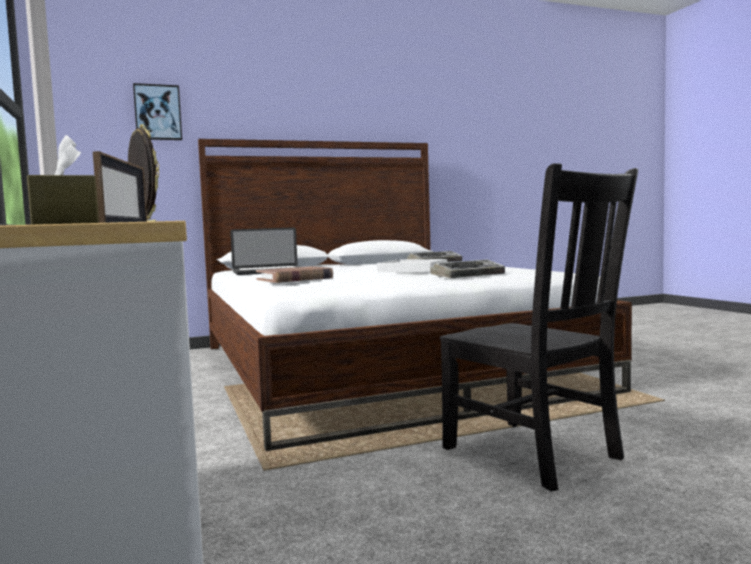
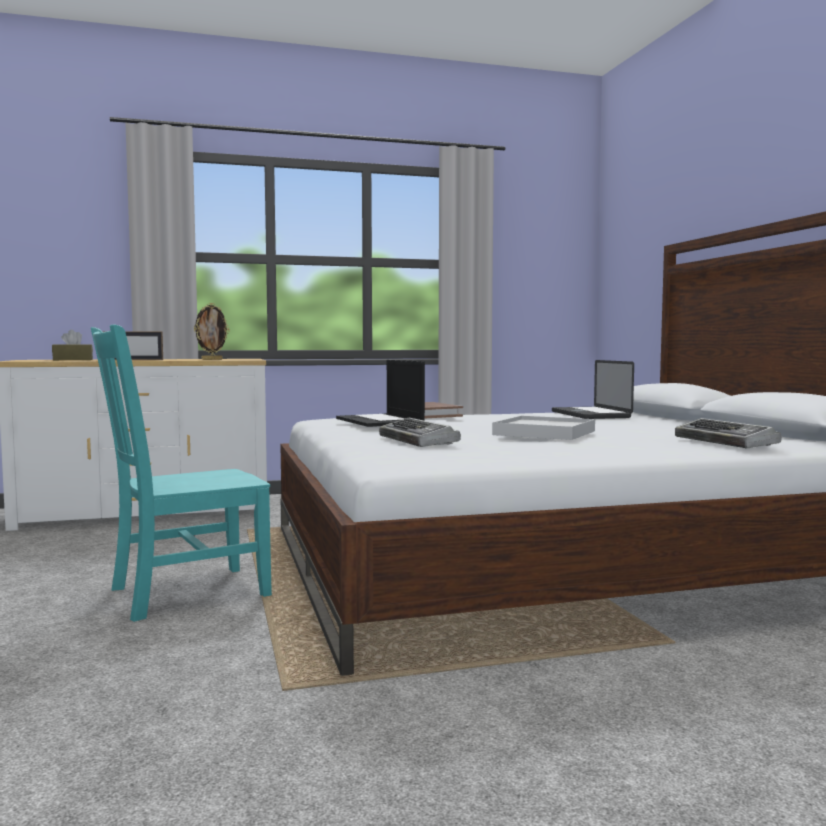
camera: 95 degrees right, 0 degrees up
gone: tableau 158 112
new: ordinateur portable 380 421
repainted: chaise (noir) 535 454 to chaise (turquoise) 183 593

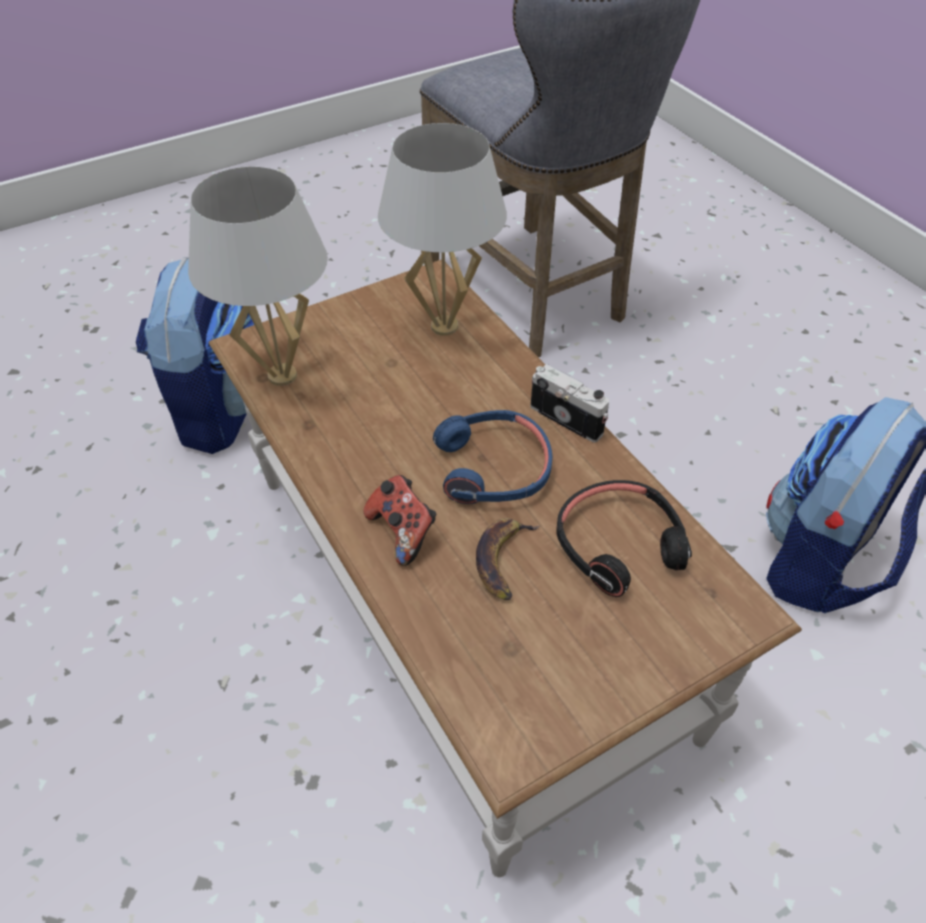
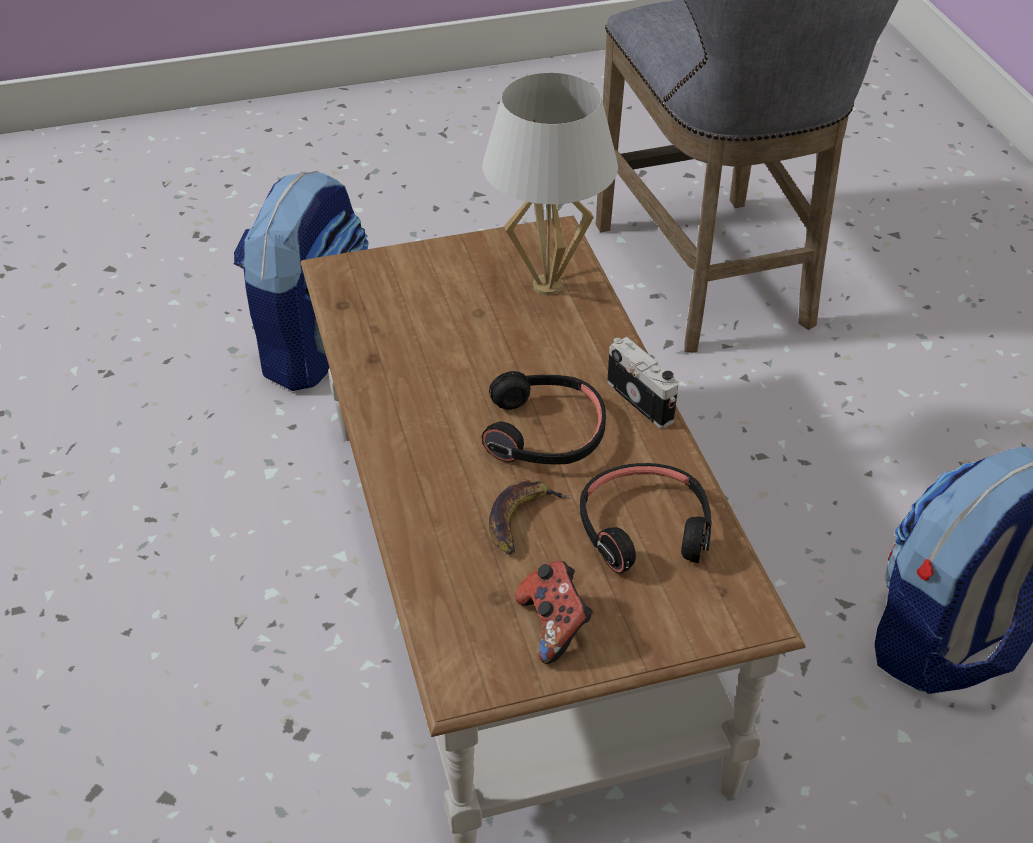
camera: 15 degrees right, 5 degrees down
gone: lampe de table (blanc) 282 376
shifted: manette 402 531 to 554 626
repainted: casque audio (bleu) 493 468 to casque audio (noir) 544 433

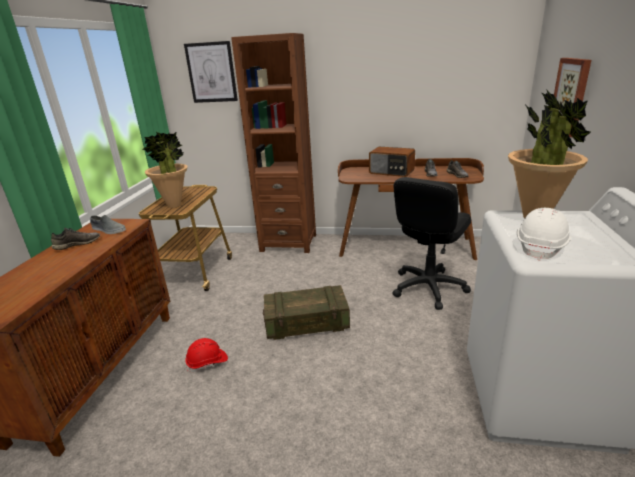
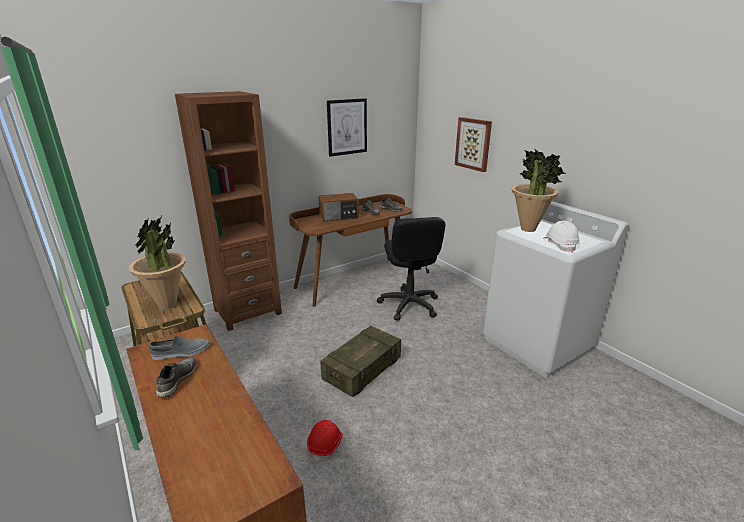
camera: 45 degrees left, 0 degrees up
shifted: tableau 211 72 to 347 127

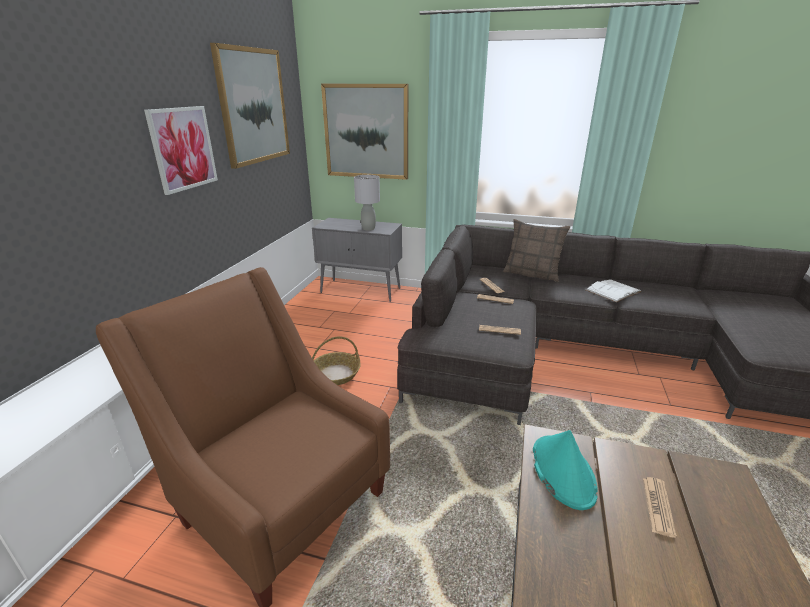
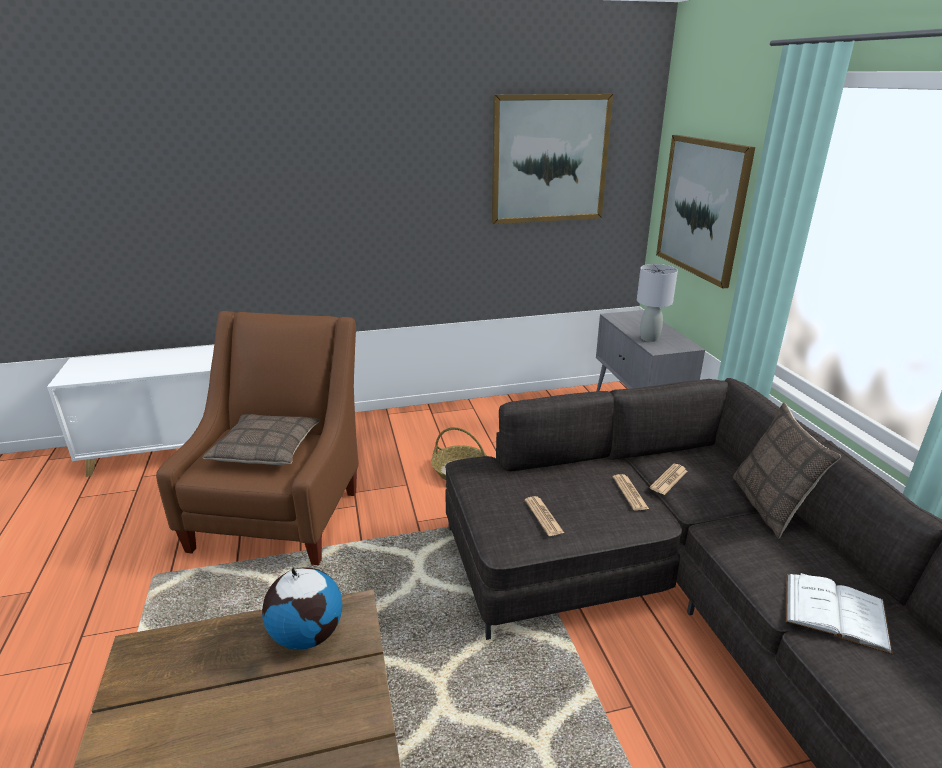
camera: 60 degrees right, 0 degrees up
gone: tableau 183 148; journal 658 506
new: coussin 267 448
swapped: chapeau (turquoise) 562 471 to globe 307 634

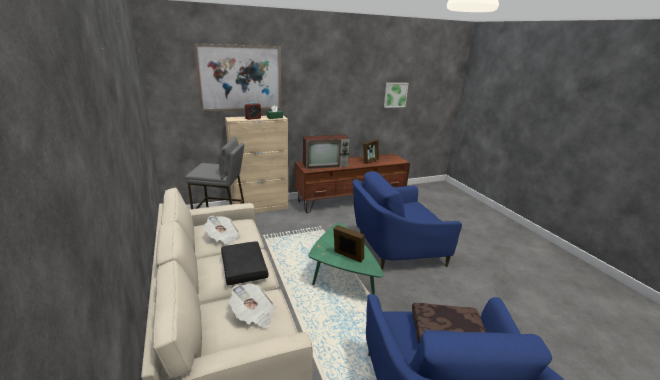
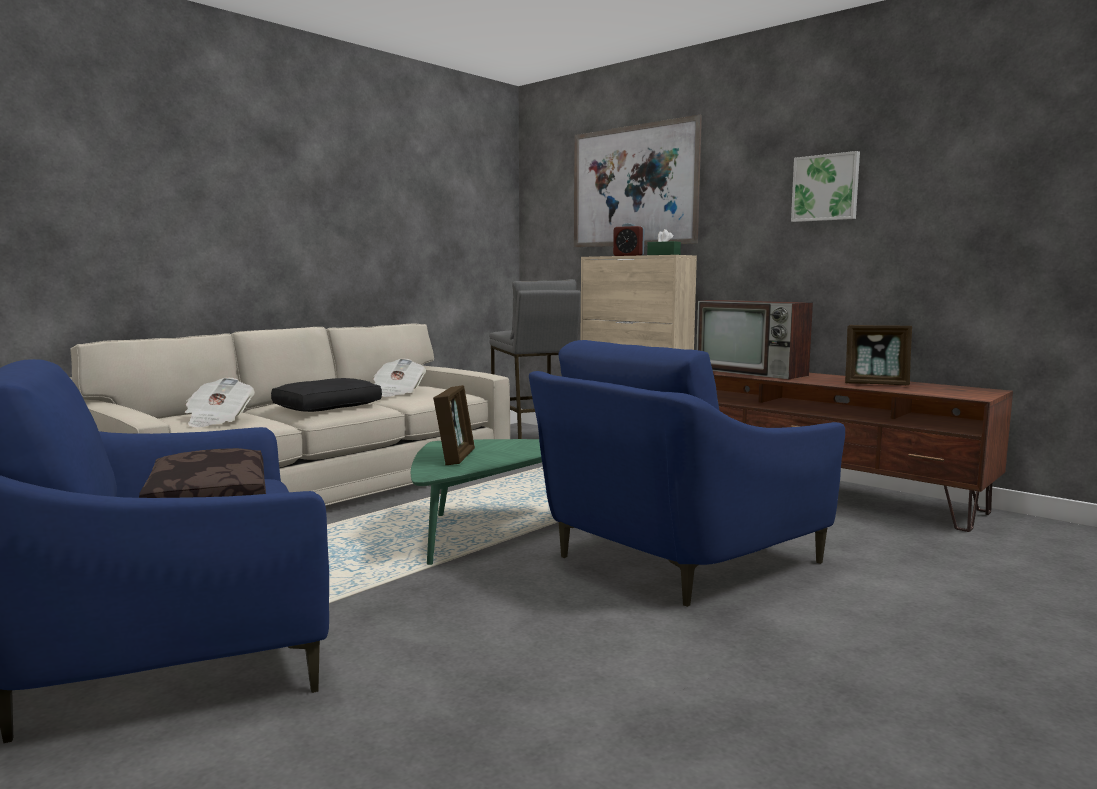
camera: 65 degrees right, 15 degrees down
shifted: tableau 395 95 to 826 188
rotated: fauteuil (bleu) 396 249 = 673 558 90 degrees counterclockwise

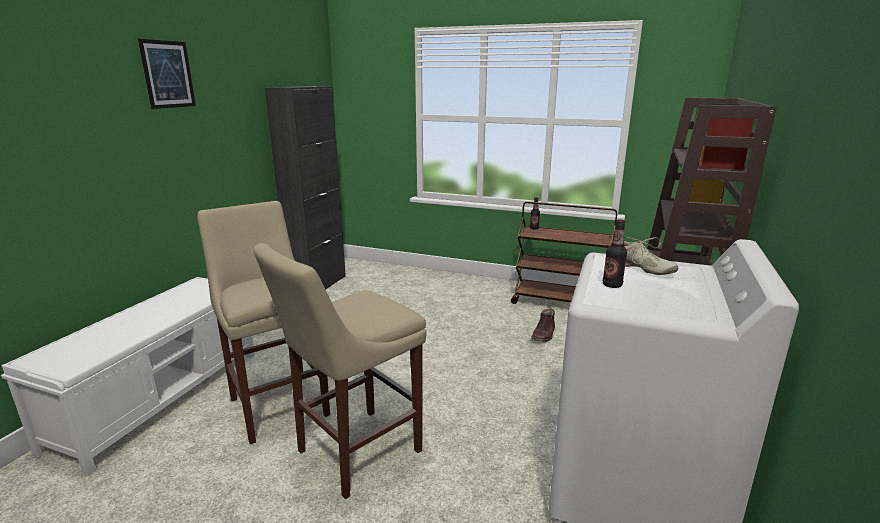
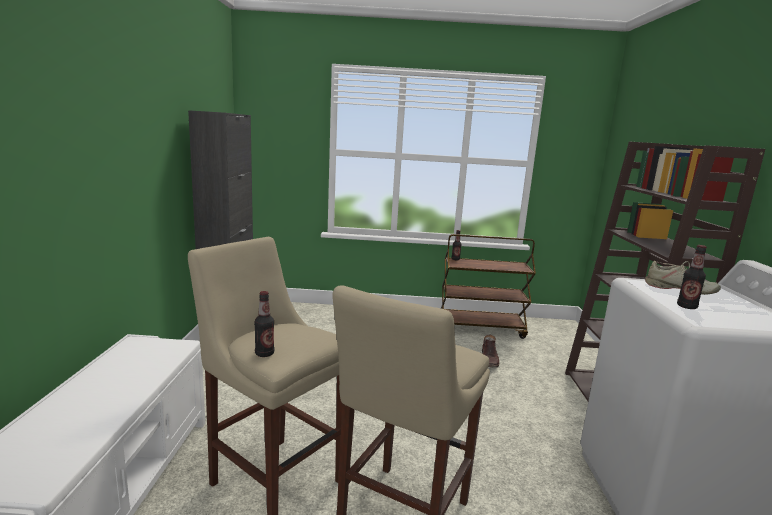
camera: 20 degrees left, 5 degrees down
gone: tableau 168 74
new: bouteille 264 353

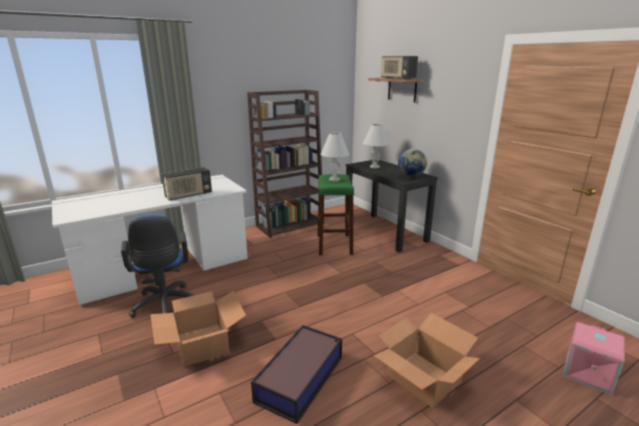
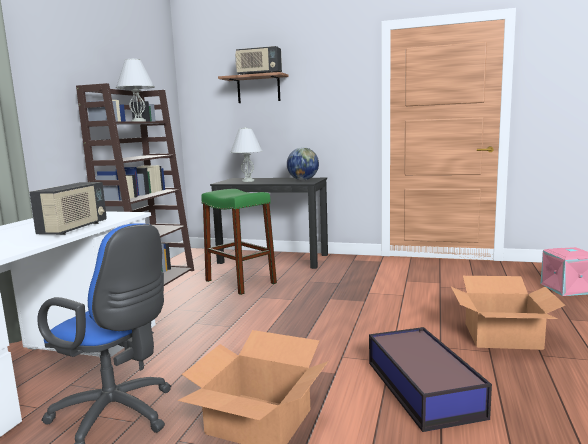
camera: 40 degrees left, 10 degrees down
shifted: lampe de table (blanc) 334 179 to 139 121

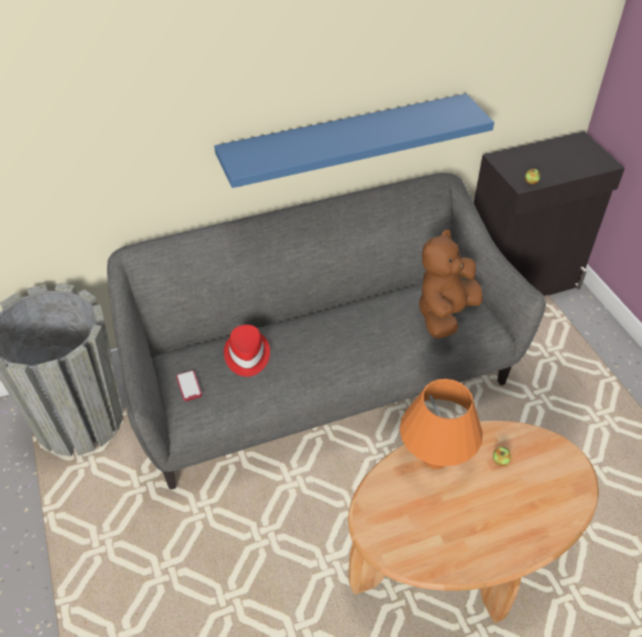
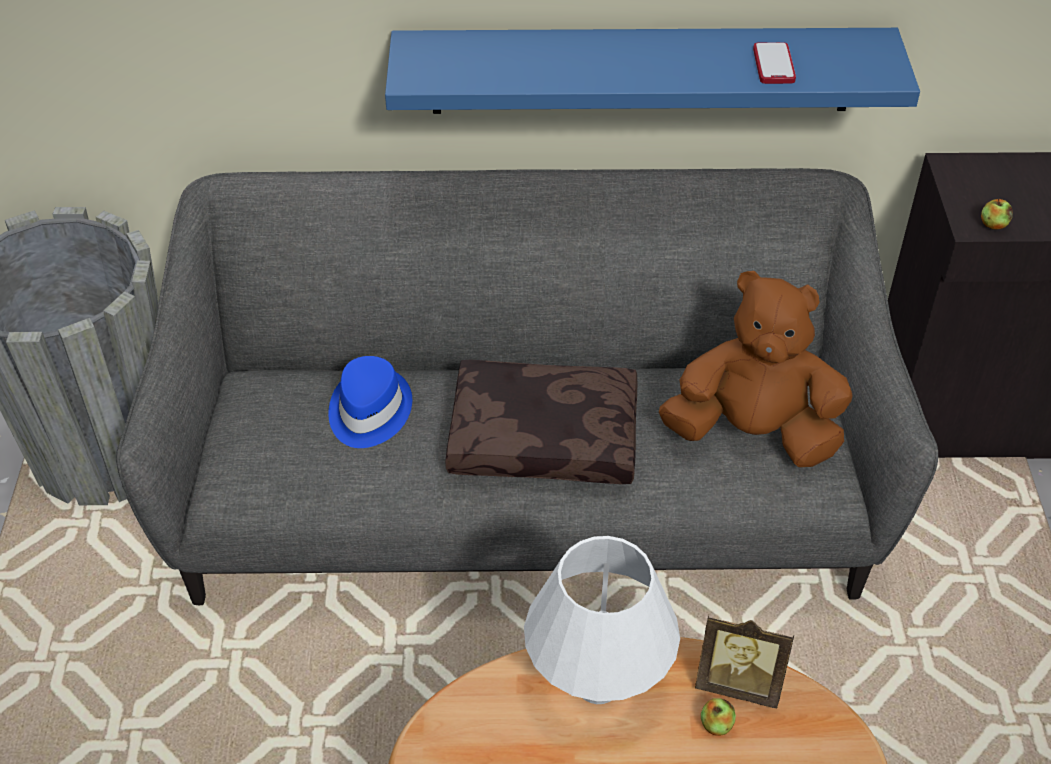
camera: 20 degrees right, 0 degrees up
new: coussin (marron) 545 435; cadre photo 738 684
shifted: téléphone 189 386 to 773 65
repainted: chapeau (rouge) 246 355 to chapeau (bleu) 368 411; lampe de table (orange) 435 459 to lampe de table (blanc) 597 685
rotated: peluche (marron) 445 314 = 753 433 45 degrees clockwise

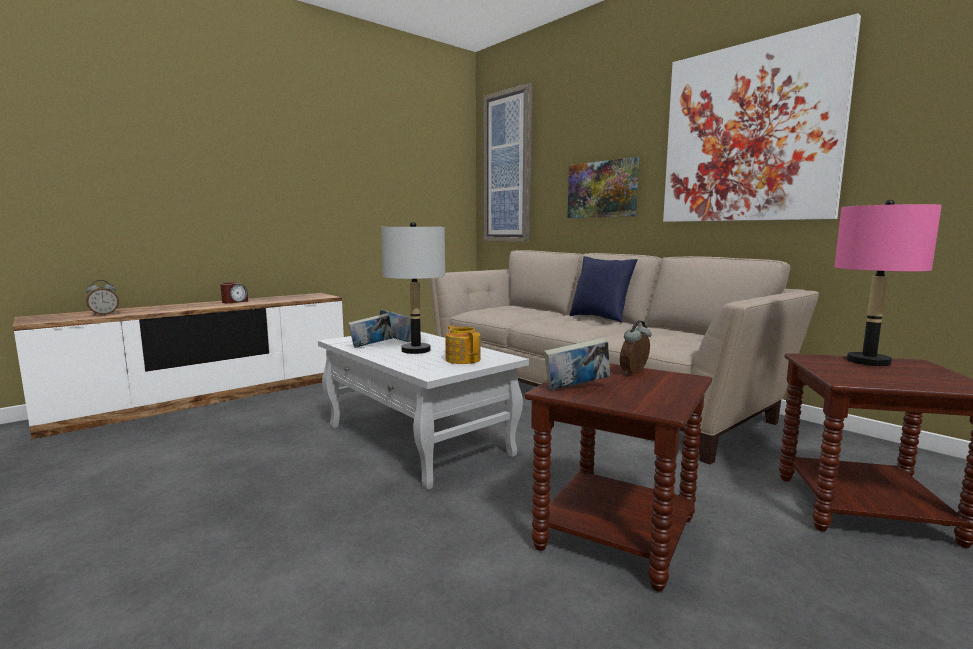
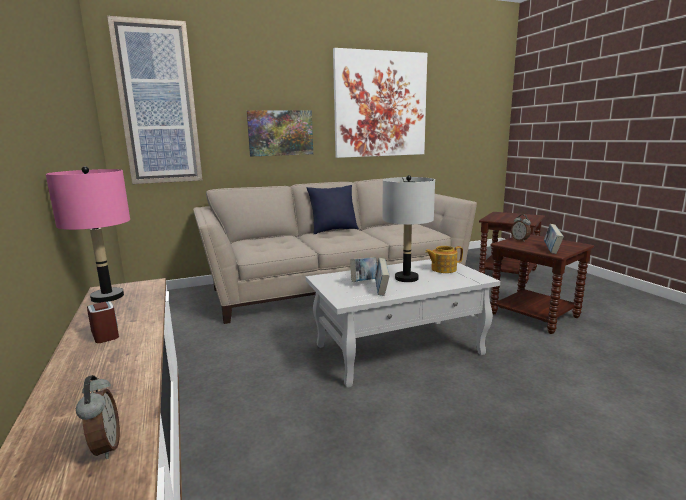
camera: 70 degrees left, 5 degrees up
shifted: lampe de table (rose) 868 362 to 107 297

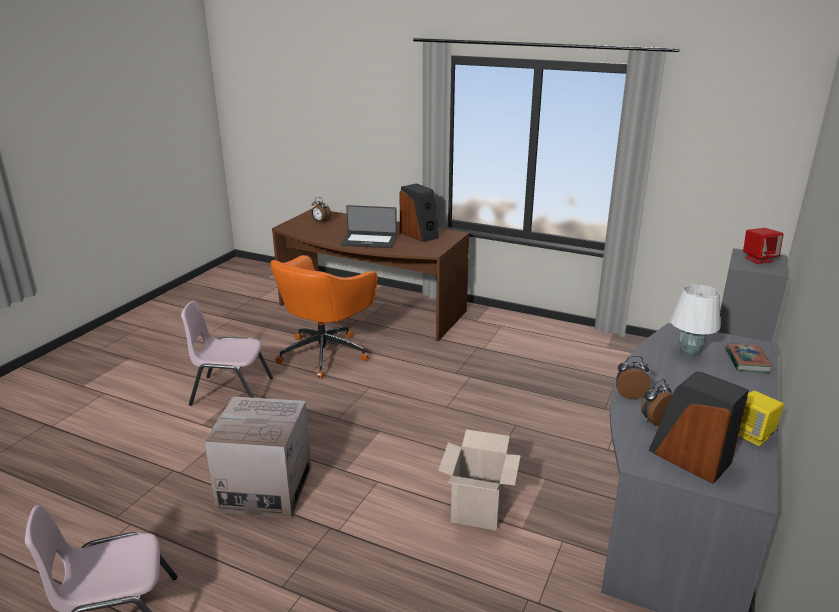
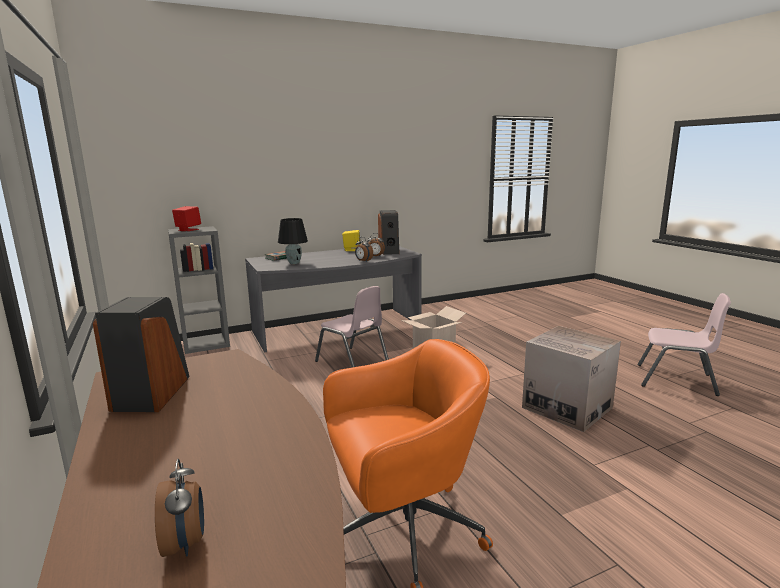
camera: 140 degrees left, 10 degrees down
gone: ordinateur portable 369 241
shifted: chaise (rose) 231 391 to 352 362
repainted: lampe de table (blanc) 689 353 to lampe de table (noir) 294 263

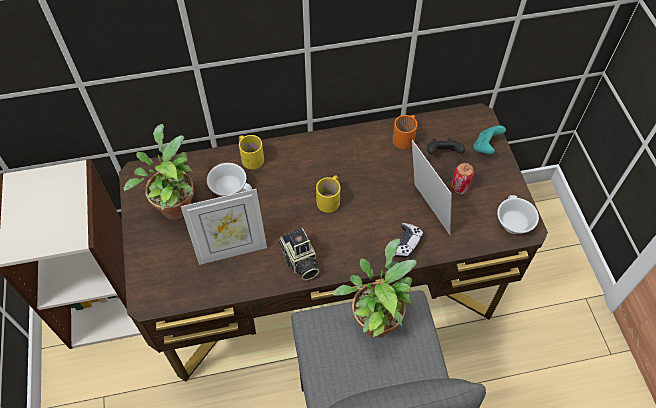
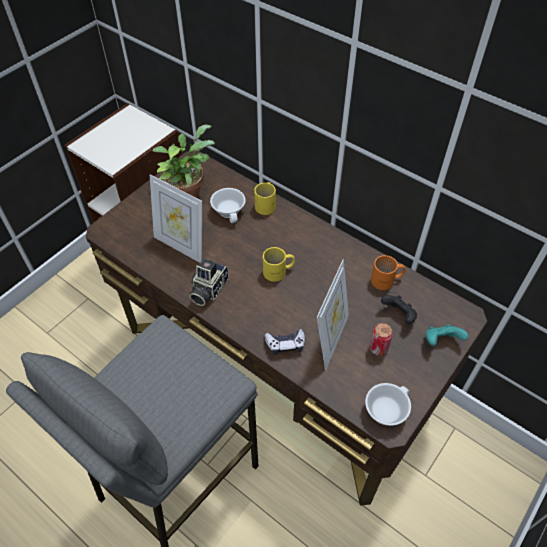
camera: 50 degrees right, 5 degrees down
gone: plante en pot 375 317

